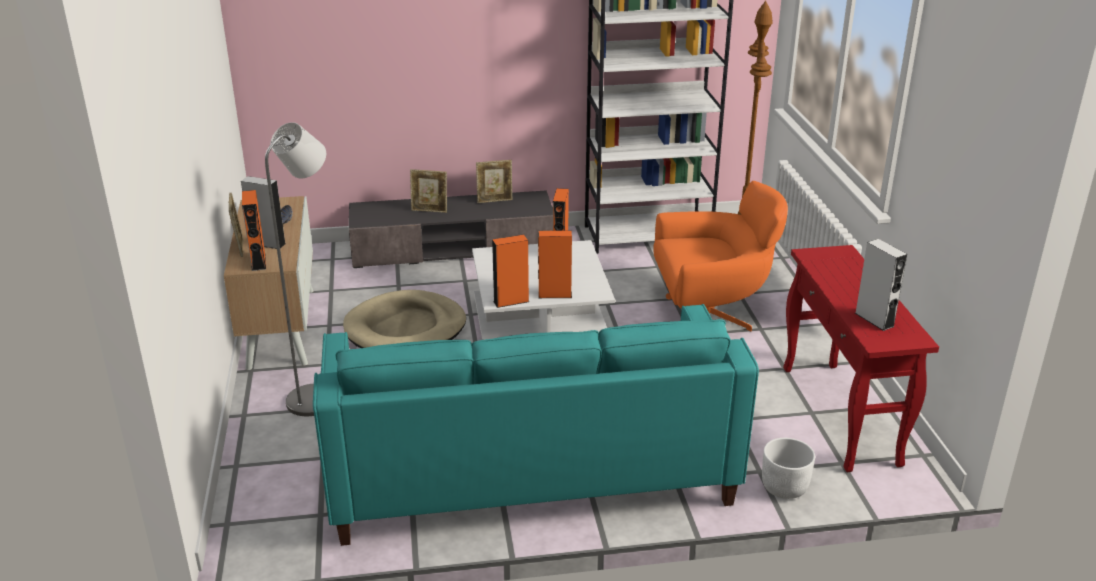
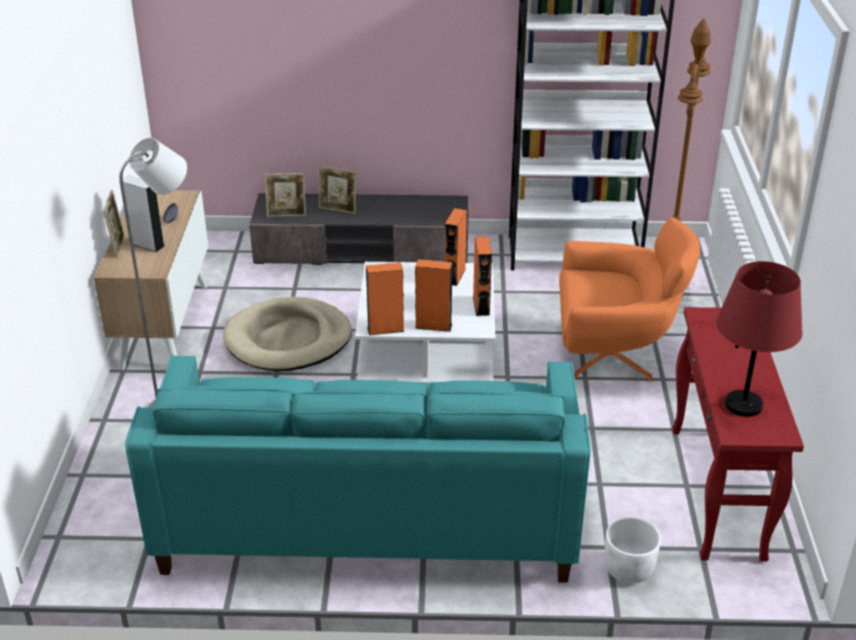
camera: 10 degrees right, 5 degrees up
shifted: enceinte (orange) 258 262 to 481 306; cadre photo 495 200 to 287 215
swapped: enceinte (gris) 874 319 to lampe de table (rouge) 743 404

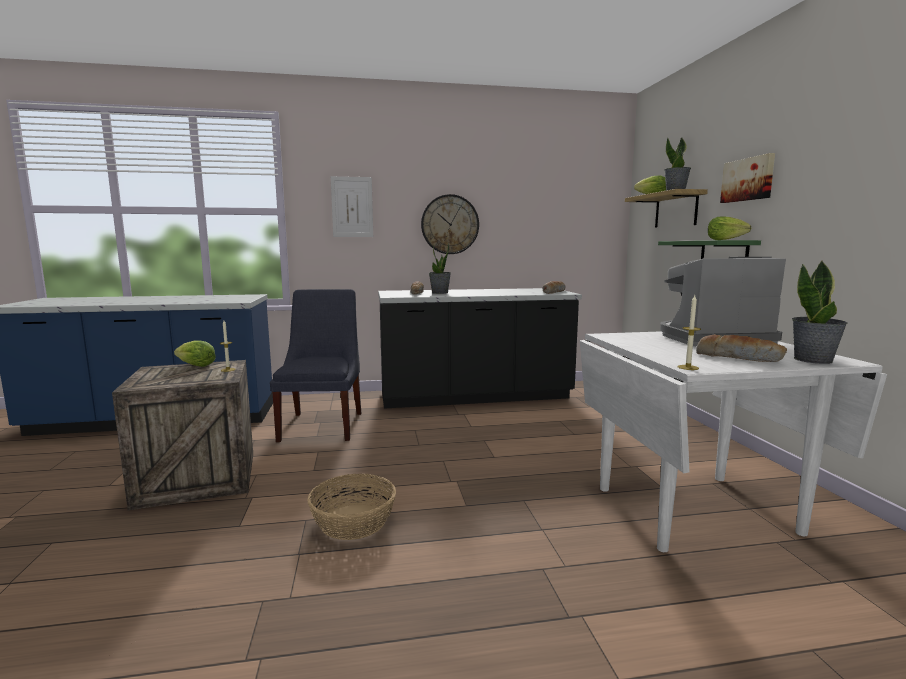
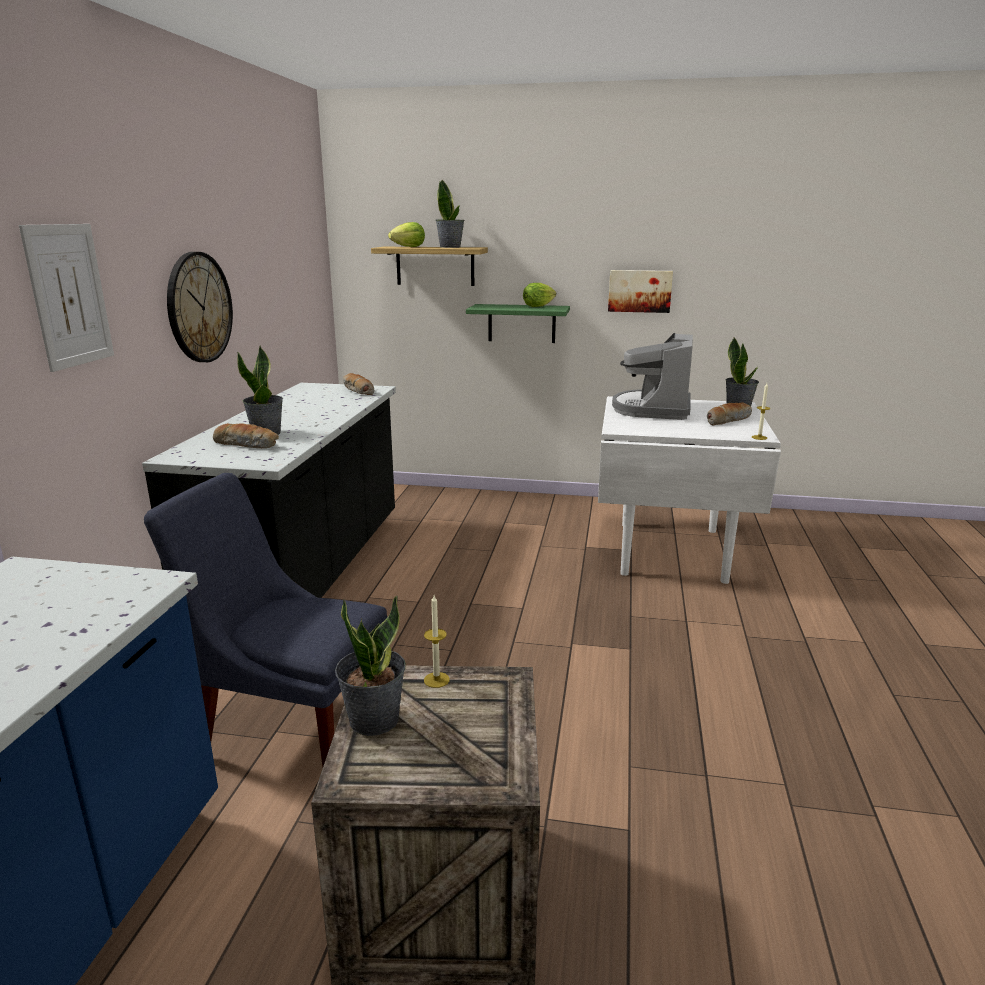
camera: 70 degrees left, 10 degrees up
gone: panier 353 522
shifted: tableau 748 179 to 639 291
swapped: laitue 196 366 to plante en pot 373 719

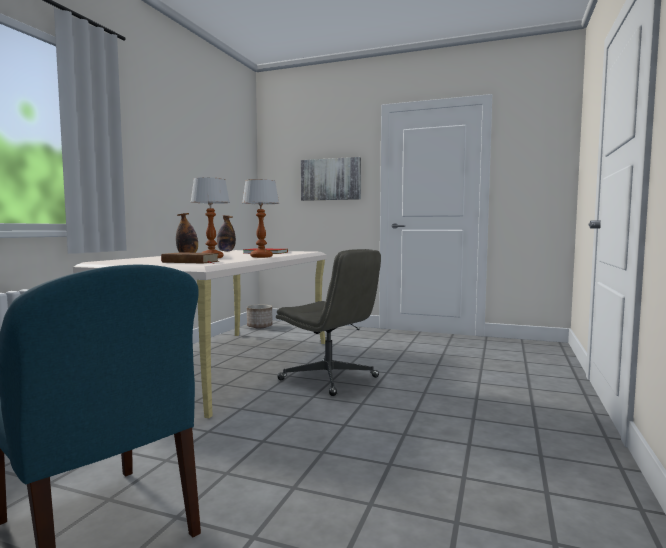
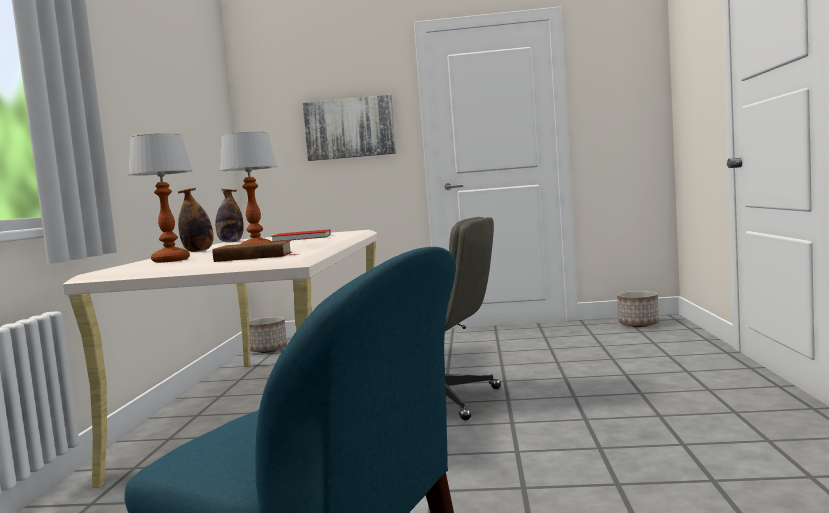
camera: 15 degrees left, 0 degrees up
new: cache-pot 638 324
shifted: lampe de table 261 257 to 171 260

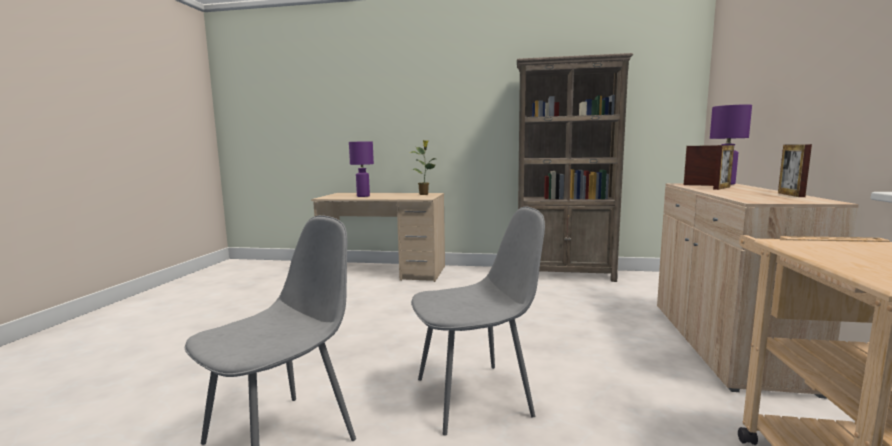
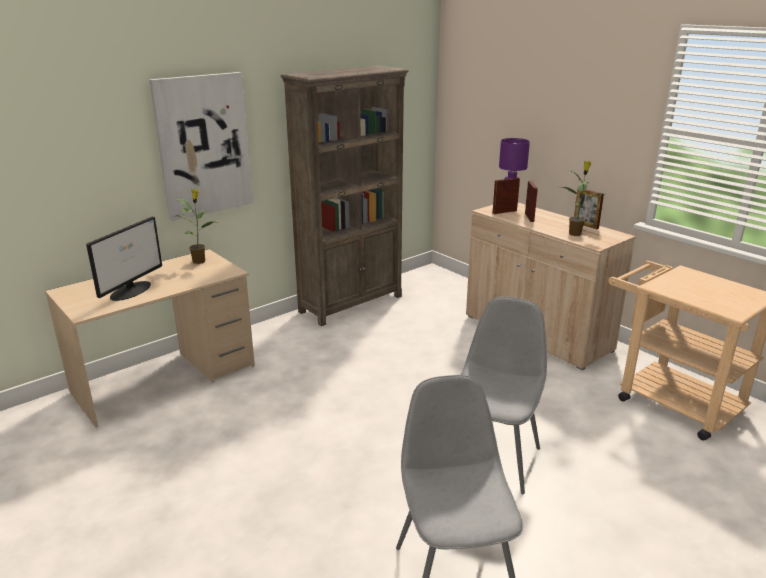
camera: 50 degrees left, 15 degrees up
new: tableau 203 145; plante en pot 575 233
swapped: lampe de table (violet) 363 196 to écran d'ordinateur 131 290

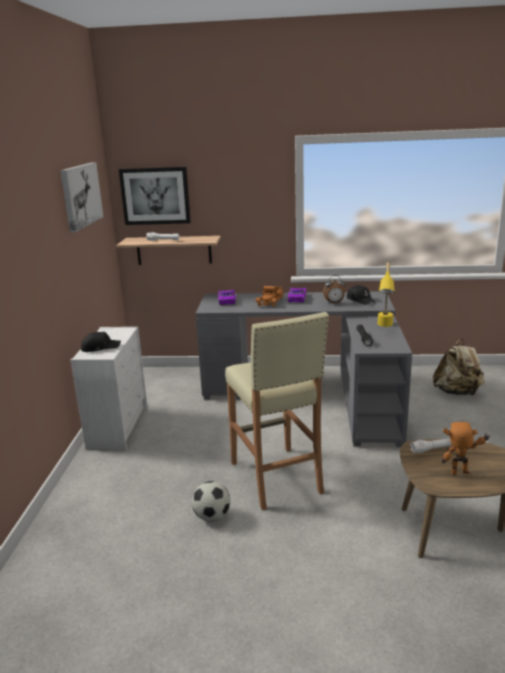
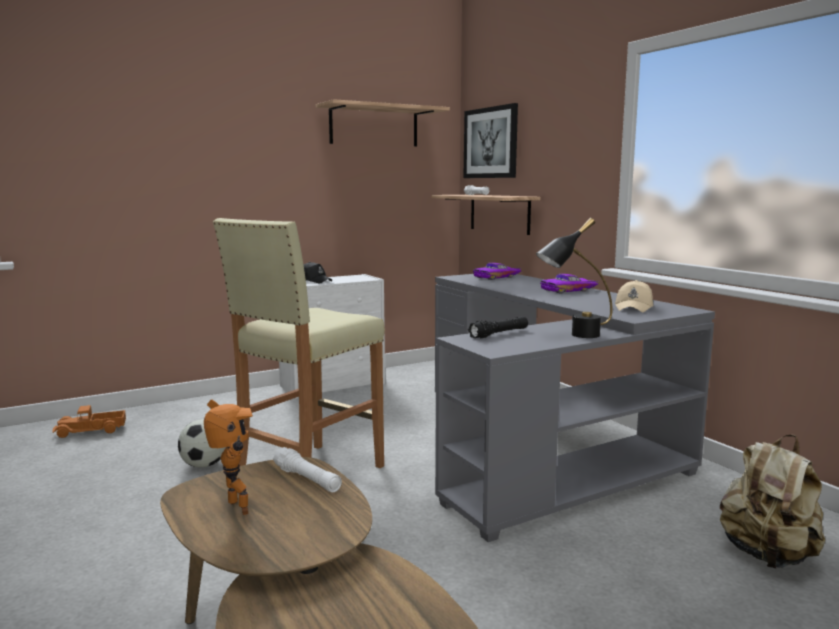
camera: 55 degrees right, 10 degrees down
gone: réveil 334 303
shifted: camion jouet 271 301 to 91 431
swapped: tableau 80 195 to étagère 374 126
repainted: casquette (noir) 360 300 to casquette (beige) 634 307; lampe de table (jaune) 385 326 to lampe de table (noir) 573 336

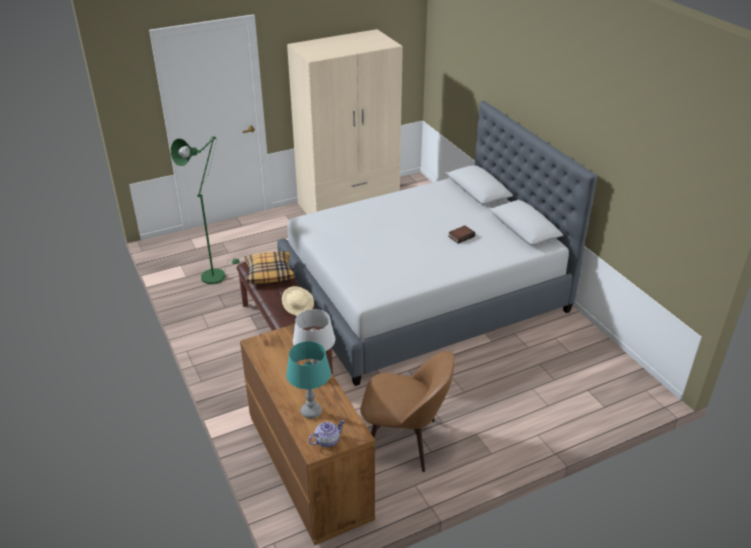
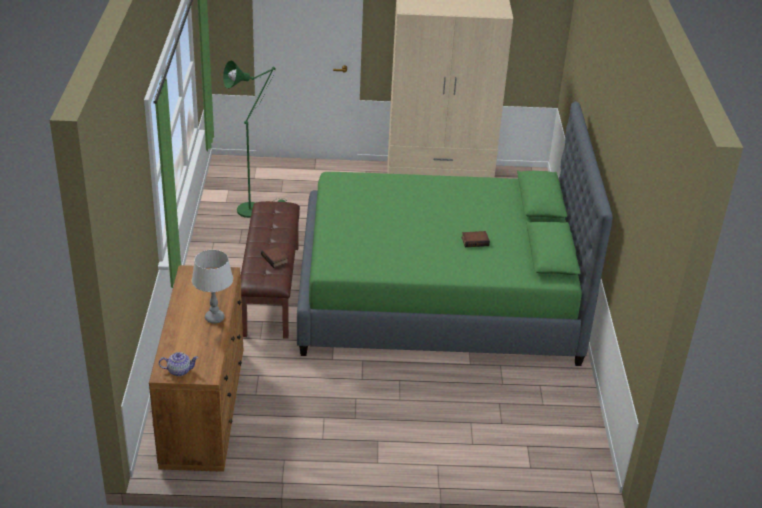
camera: 25 degrees right, 0 degrees up
gone: coussin 269 273; lampe de table (turquoise) 311 412; chaise (marron) 404 441
swapped: chapeau (beige) 298 307 to livre 275 259
repainted: lit (gris) 423 295 to lit (vert) 438 296

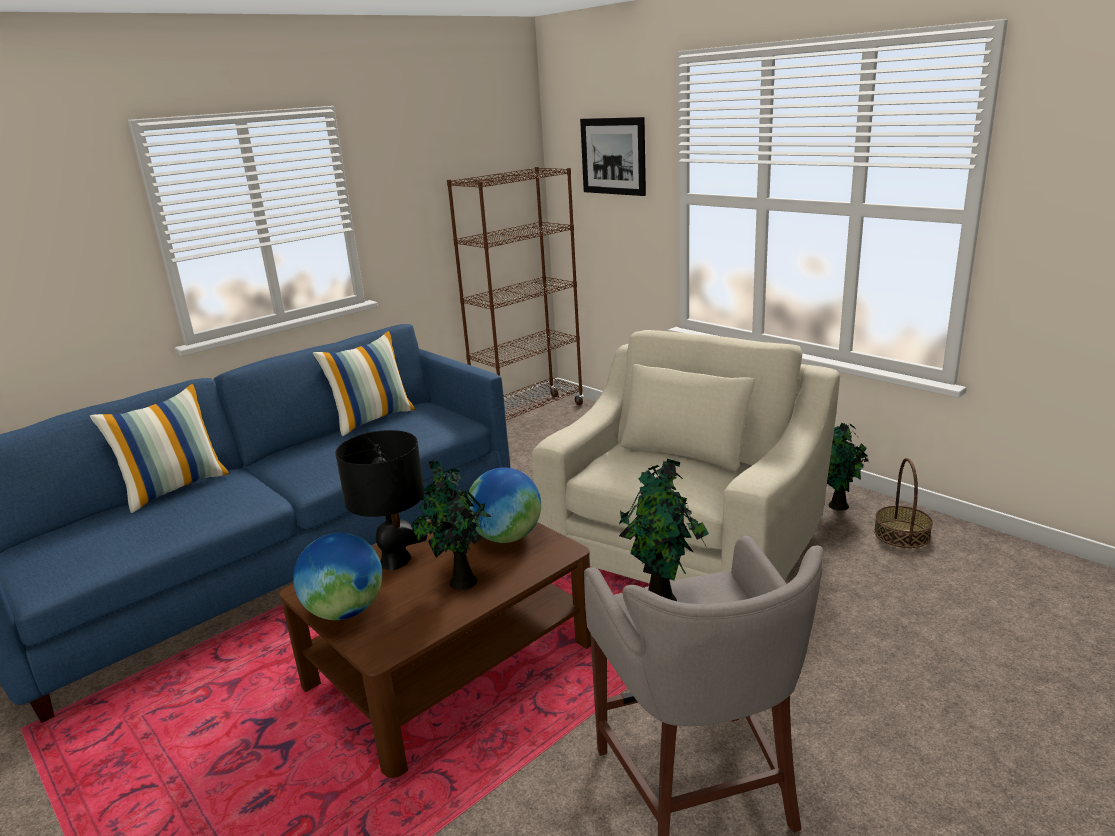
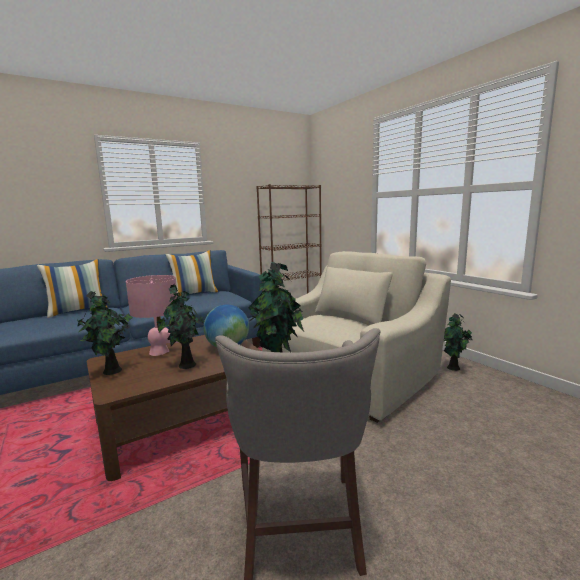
camera: 10 degrees right, 10 degrees down
gone: tableau 613 156; panier 901 534
swapped: globe 345 611 to plante en pot 112 371
repainted: lampe de table (noir) 395 561 to lampe de table (rose) 159 352

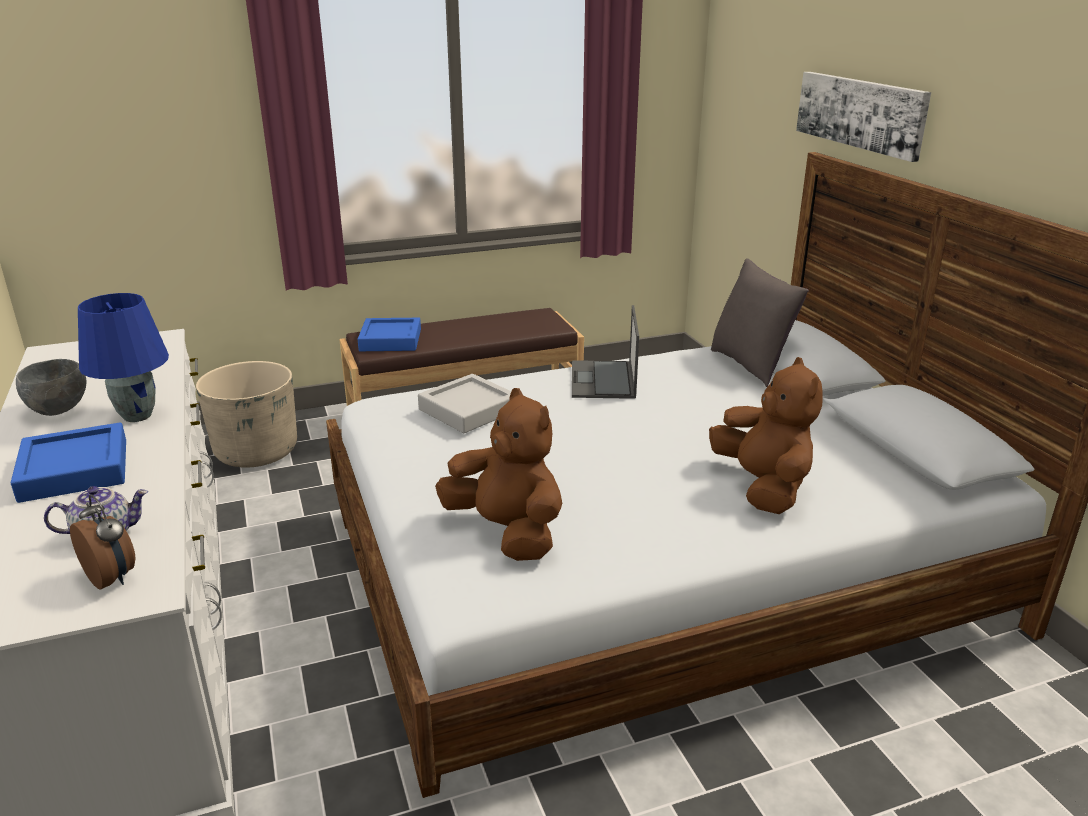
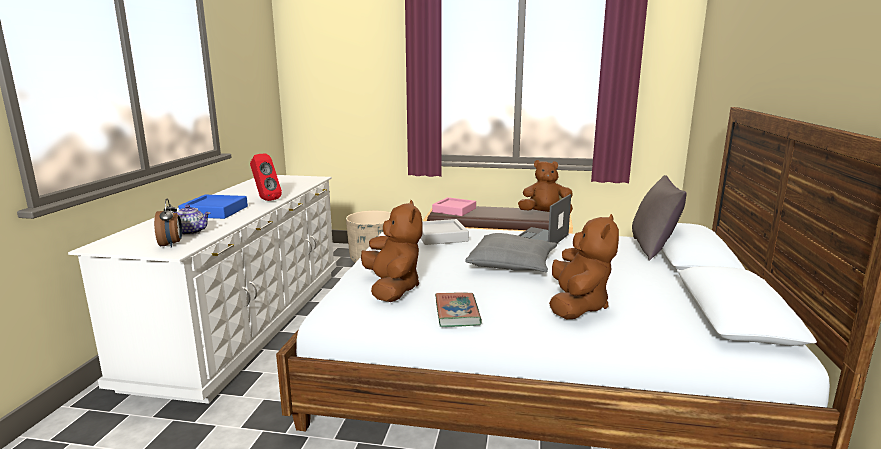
camera: 30 degrees right, 10 degrees down
gone: bol (gris) 59 409; tableau 860 113
new: livre 457 313; coussin (gris) 512 263; peluche (marron) 545 214
swapped: lampe de table (bleu) 137 415 to enceinte (rouge) 265 200
repainted: plateau (bleu) 390 340 to plateau (rose) 454 210

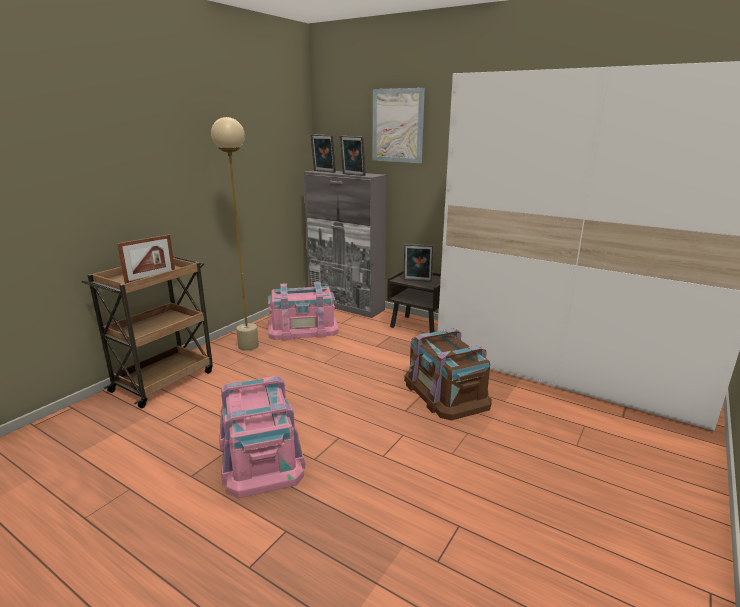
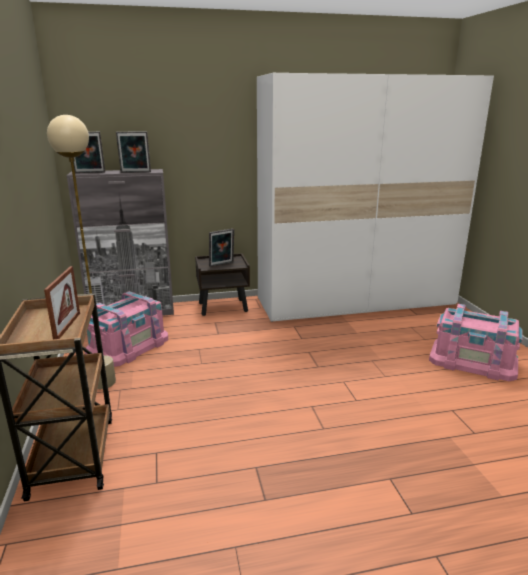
camera: 45 degrees left, 0 degrees up
gone: tableau 397 126; boîte de rangement (marron) 445 392
shifted: boîte de rangement (rose) 261 455 to 473 360

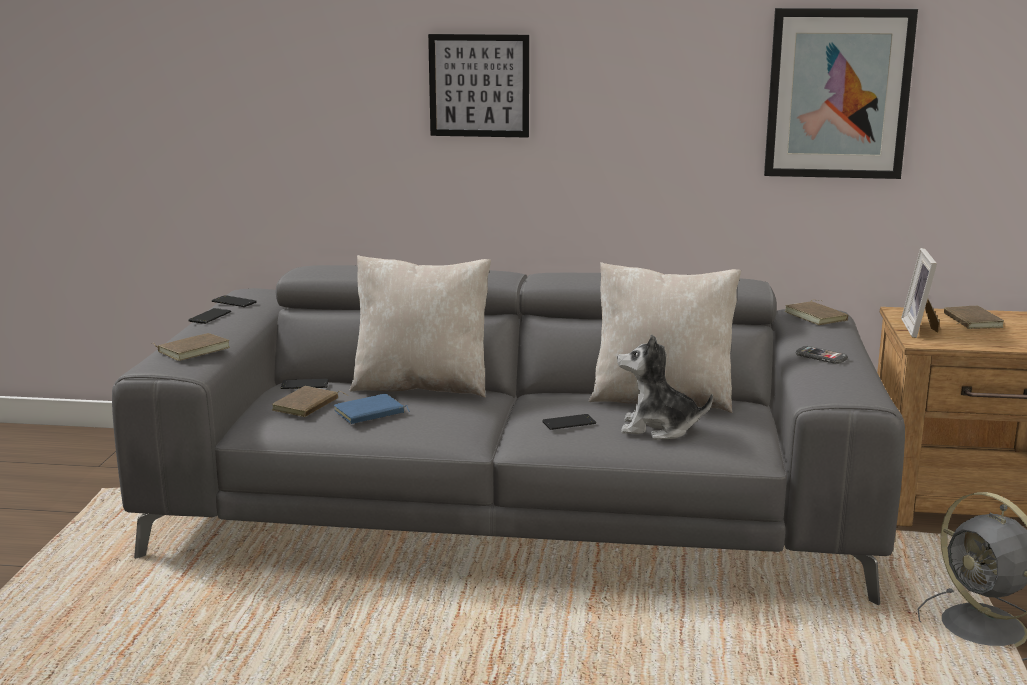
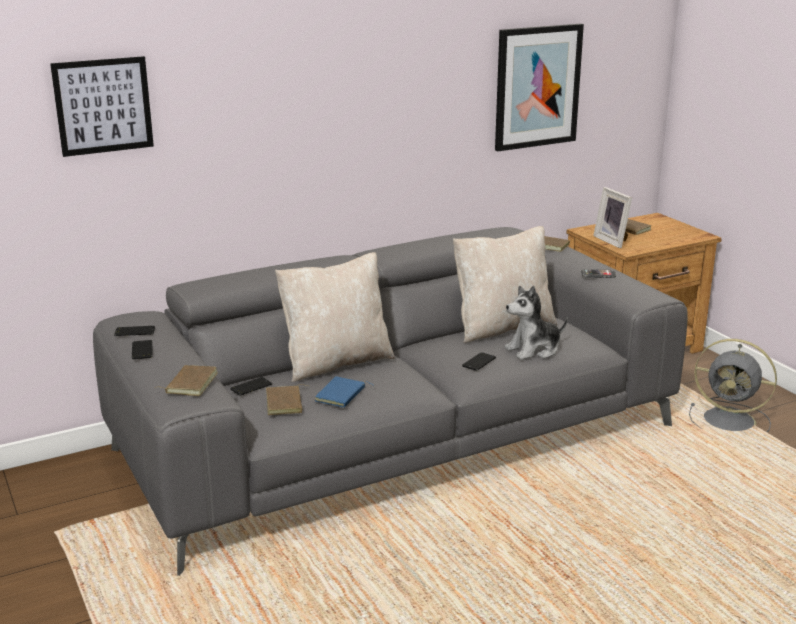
camera: 35 degrees left, 5 degrees up
shifted: tableau 479 85 to 103 106

